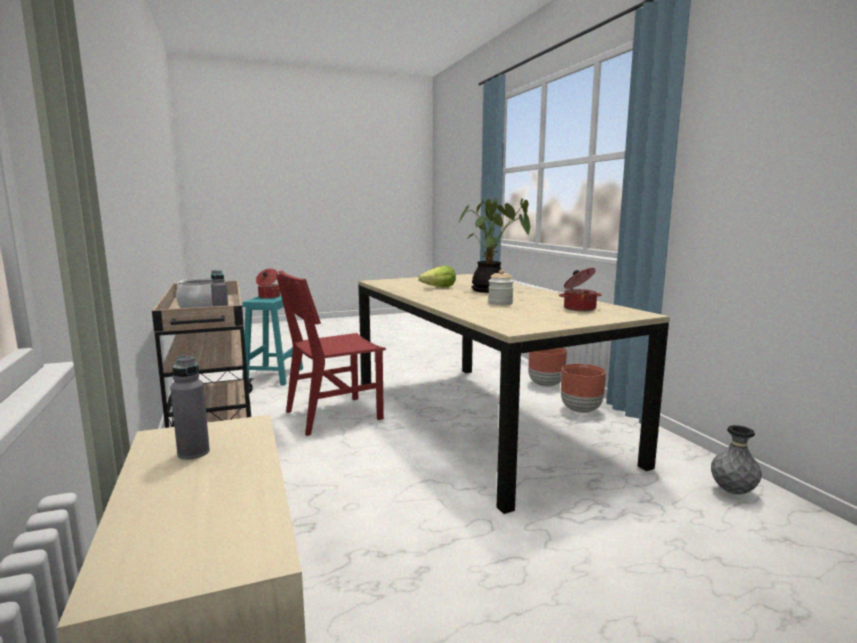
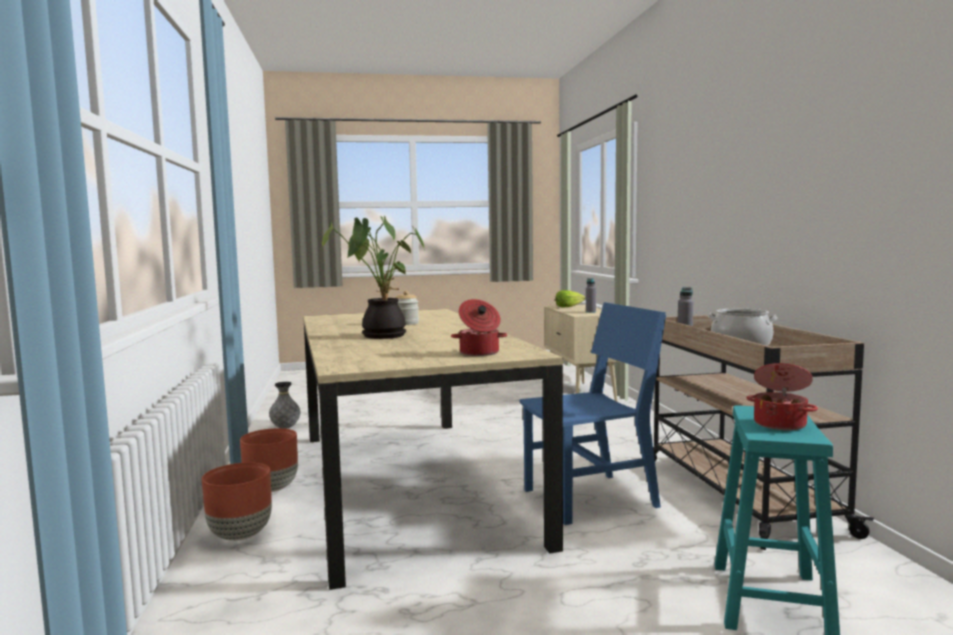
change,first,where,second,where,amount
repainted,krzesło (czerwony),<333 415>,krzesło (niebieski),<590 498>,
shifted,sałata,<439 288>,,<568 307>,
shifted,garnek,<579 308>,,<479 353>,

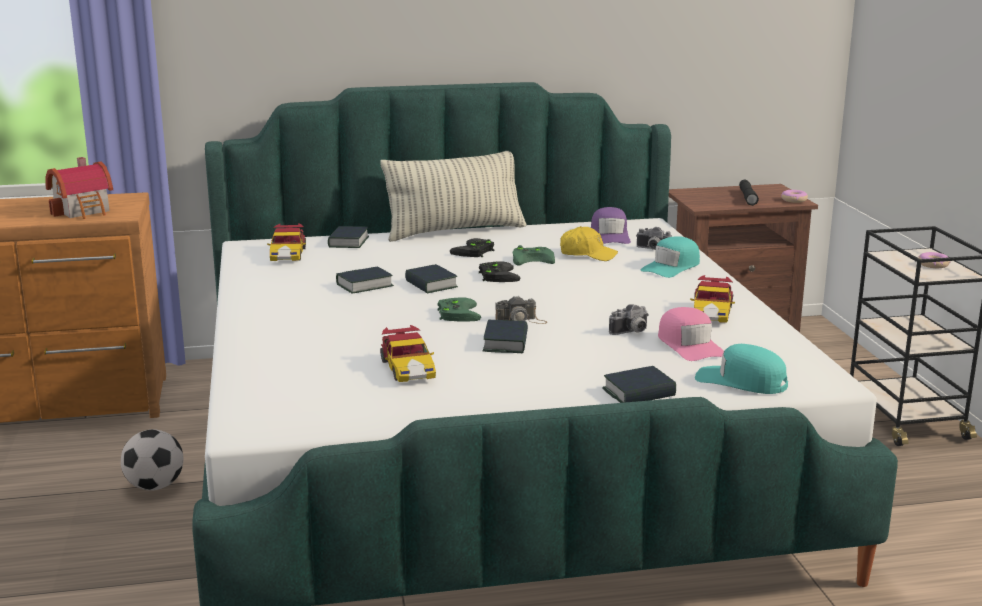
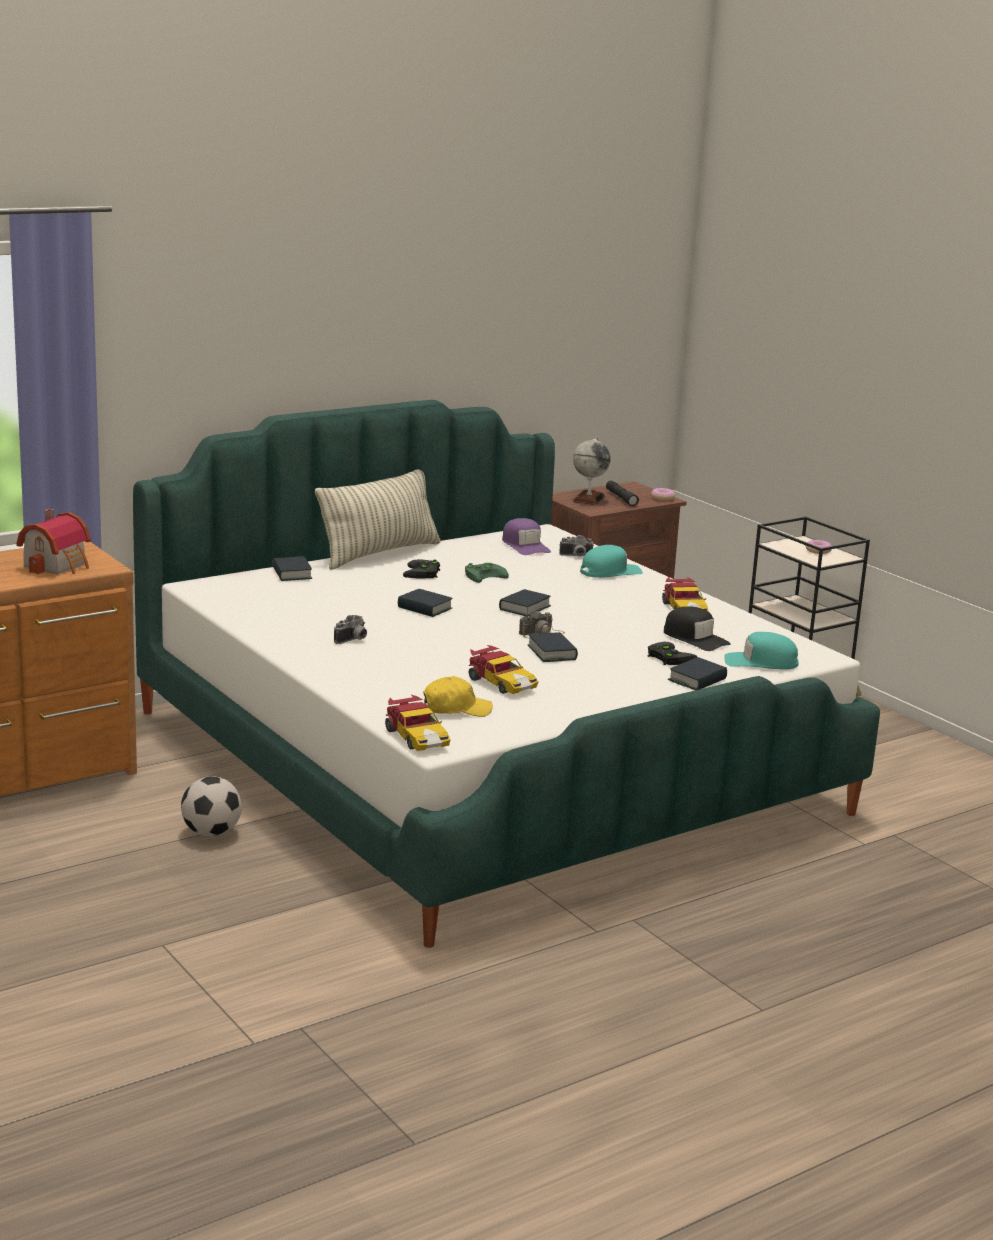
change,first,where,second,where,amount
shifted,samochodzik,<287 255>,,<416 738>,
shifted,książka,<364 285>,,<524 608>,
gone,pad do gier (zielony),<456 313>,,,
shifted,pad do gier (czarny),<496 275>,,<668 657>,
shifted,czapka z daszkiem (żółty),<587 254>,,<456 709>,
shifted,aparat fotograficzny,<631 332>,,<353 640>,
rotated,czapka z daszkiem (turkusowy),<671 267>,,<610 572>,135 degrees counterclockwise
repainted,czapka z daszkiem (różowy),<689 345>,czapka z daszkiem (czarny),<695 638>,
new,,,globus,<589 499>,

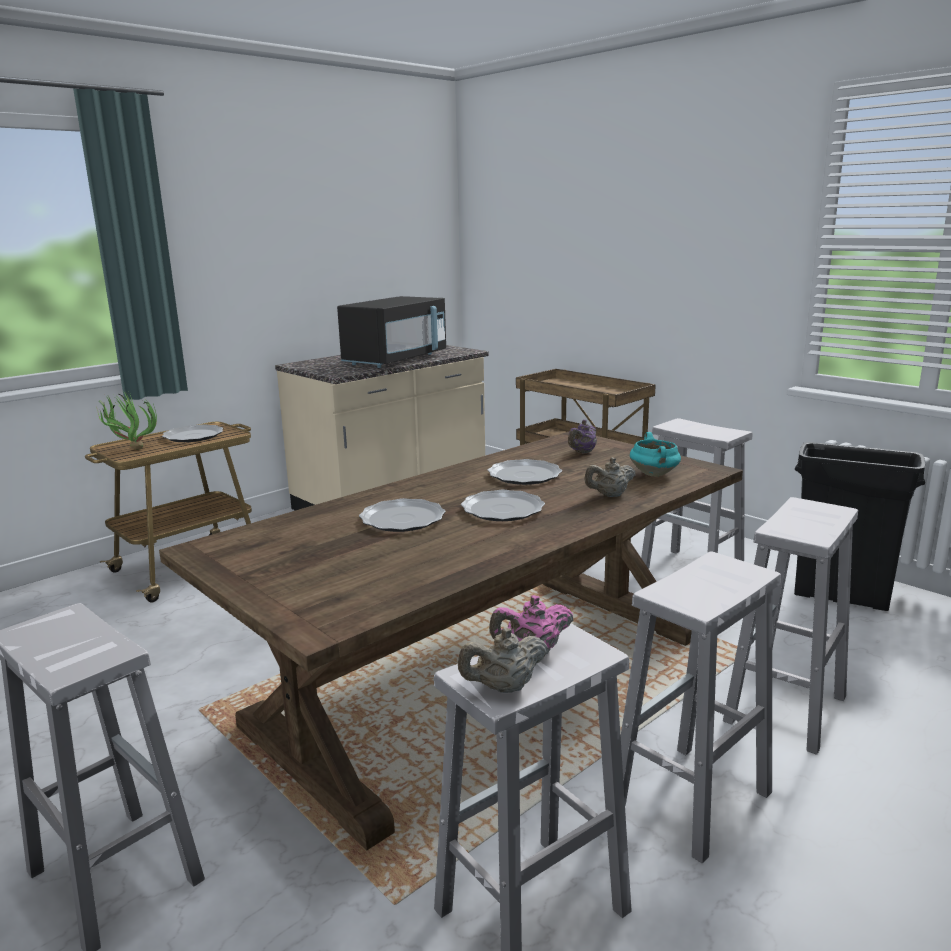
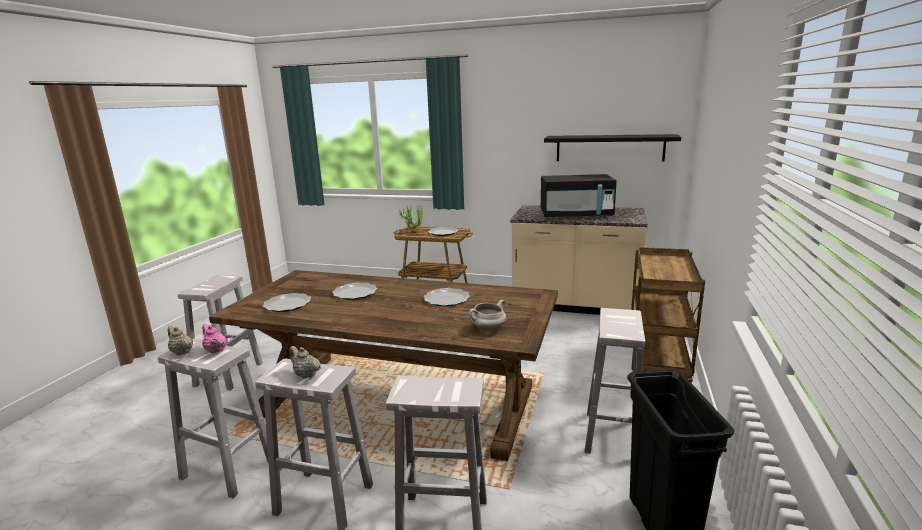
change,first,where,second,where,amount
shifted,talerz,<503 509>,,<287 304>,
gone,imbryk (fioletowy),<582 452>,,,
shifted,imbryk (beżowy),<609 495>,,<306 375>,
repainted,garnek (turkusowy),<655 474>,garnek (biały),<488 329>,
new,,,półka (czarny),<609 148>,

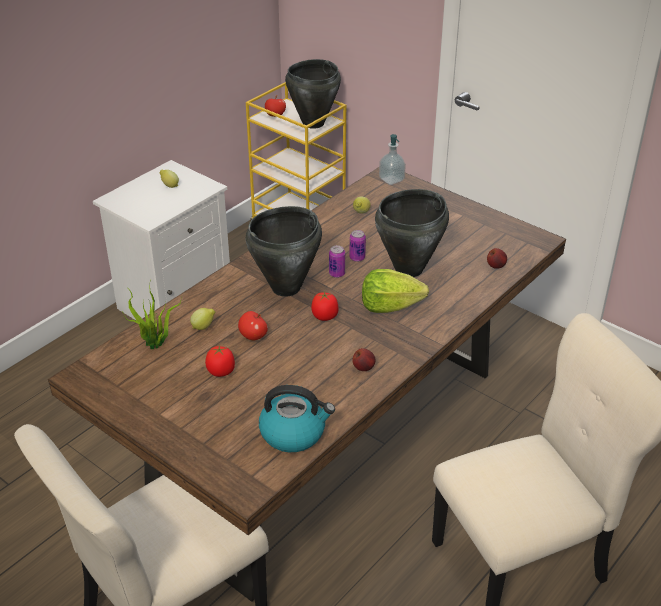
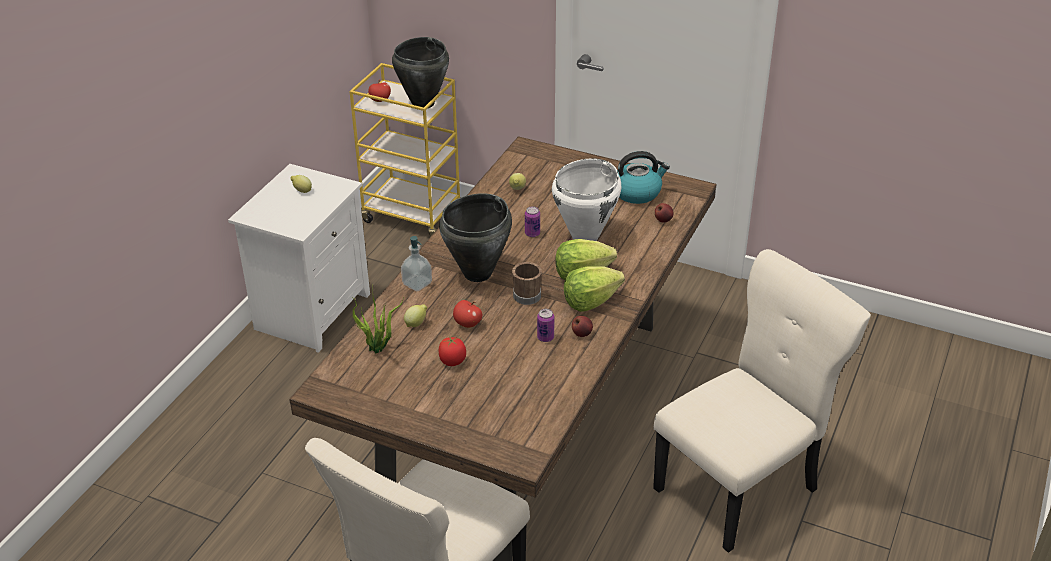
change,first,where,second,where,amount
shifted,czajnik,<294 433>,,<637 192>,
swapped,pomidor,<325 316>,kubek (brązowy),<526 294>,
shifted,puszka,<337 274>,,<545 337>,
repainted,garnek (czarny),<409 269>,garnek (biały),<586 236>,
shifted,dozownik mydła,<391 179>,,<417 283>,
new,,,sałata,<590 301>,

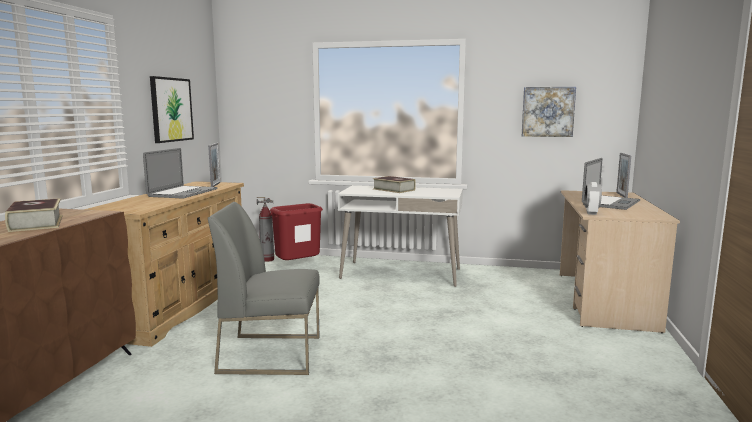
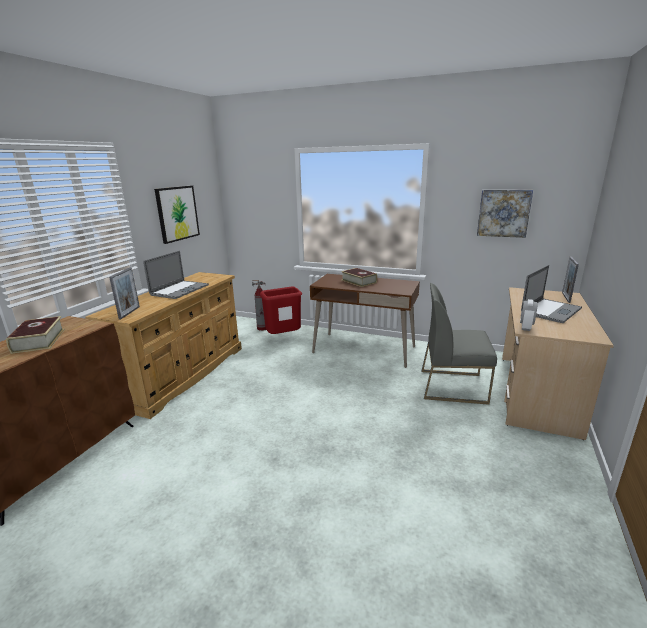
change,first,where,second,where,amount
shifted,ramka na zdjęcie,<215 185>,,<129 313>,
shifted,krzesło (szary),<272 354>,,<453 386>,
repainted,biurko (biały),<401 273>,biurko (brązowy),<364 349>,

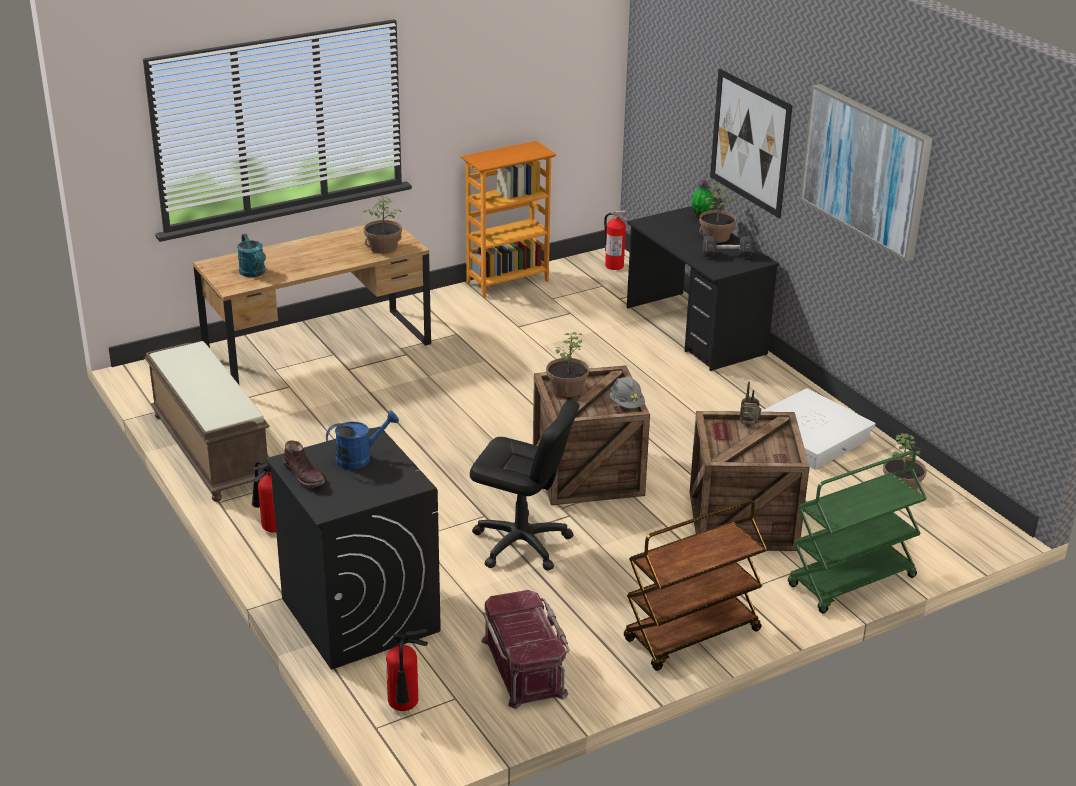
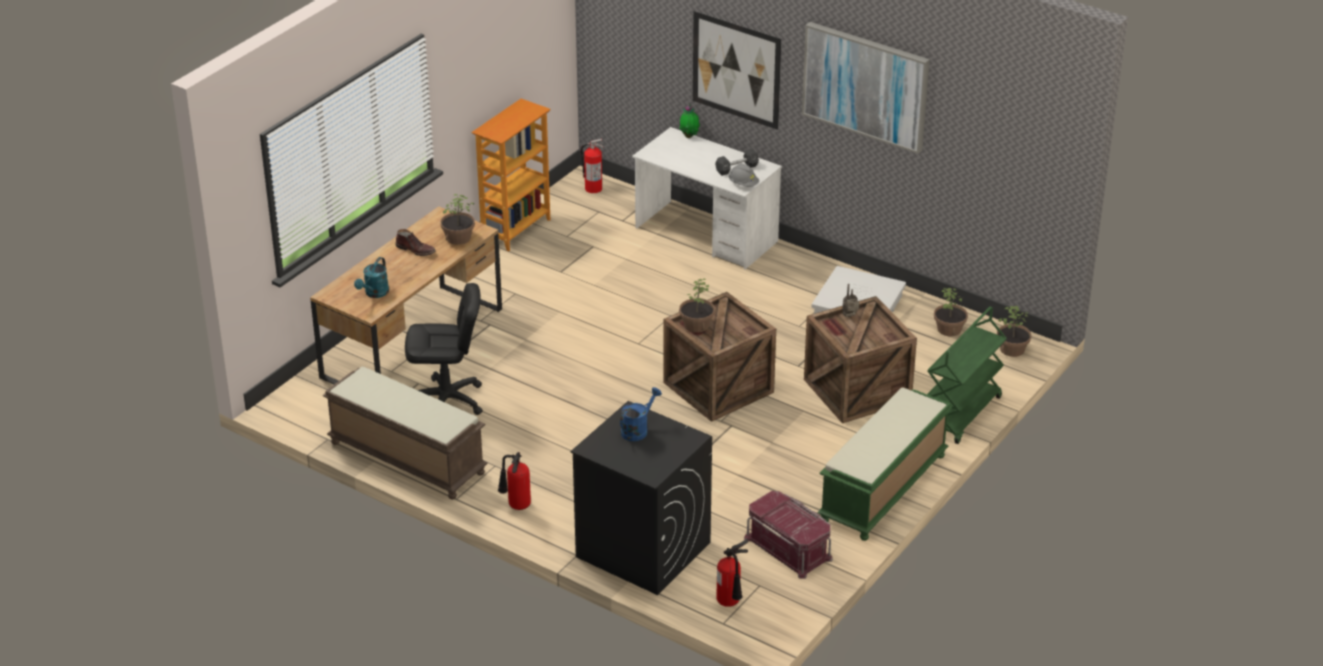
change,first,where,second,where,amount
rotated,konewka (turkusowy),<254 273>,,<374 293>,75 degrees clockwise
shifted,but z cholewką (brązowy),<305 475>,,<416 250>,
shifted,krzesło biurowe (czarny),<521 544>,,<447 401>,
shifted,kask (szary),<626 404>,,<743 184>,
swapped,wózek (brązowy),<692 636>,ławka (zielony),<883 489>,
repainted,biurko (czarny),<695 331>,biurko (biały),<706 235>,
shifted,roślina doniczkowa,<716 237>,,<1012 349>,

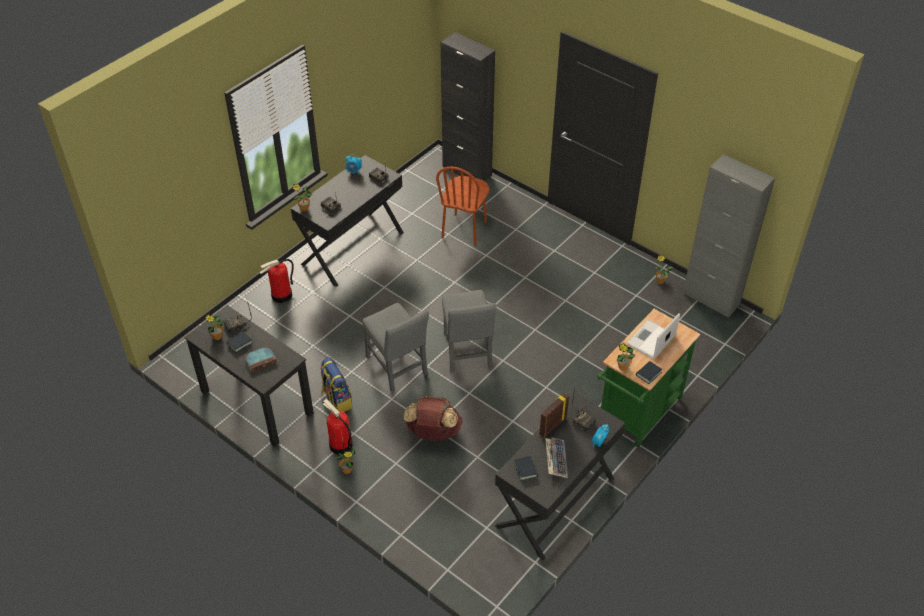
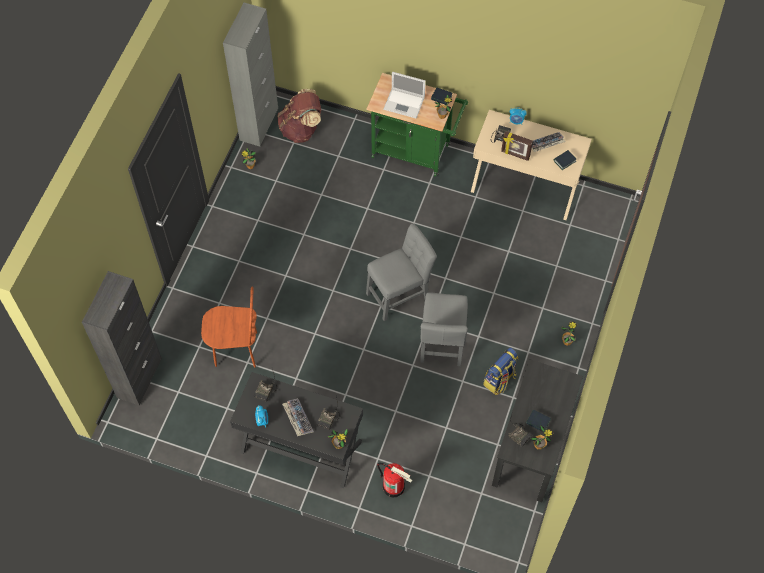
change,first,where,second,where,amount
gone,książka,<261 360>,,,
gone,gaśnica,<340 445>,,,
rotated,krzesło (szary),<397 368>,,<442 344>,150 degrees clockwise
shifted,plecak (brązowy),<433 433>,,<301 129>,
repainted,biurko (czarny),<556 502>,biurko (beżowy),<525 185>,
new,,,klawiatura,<297 418>,

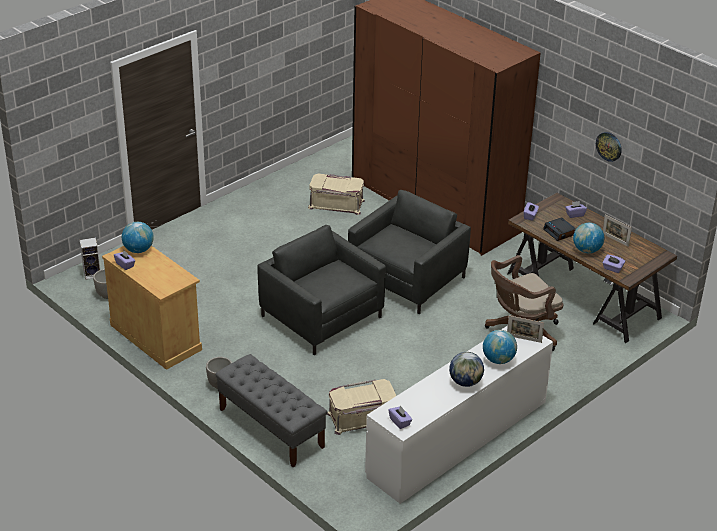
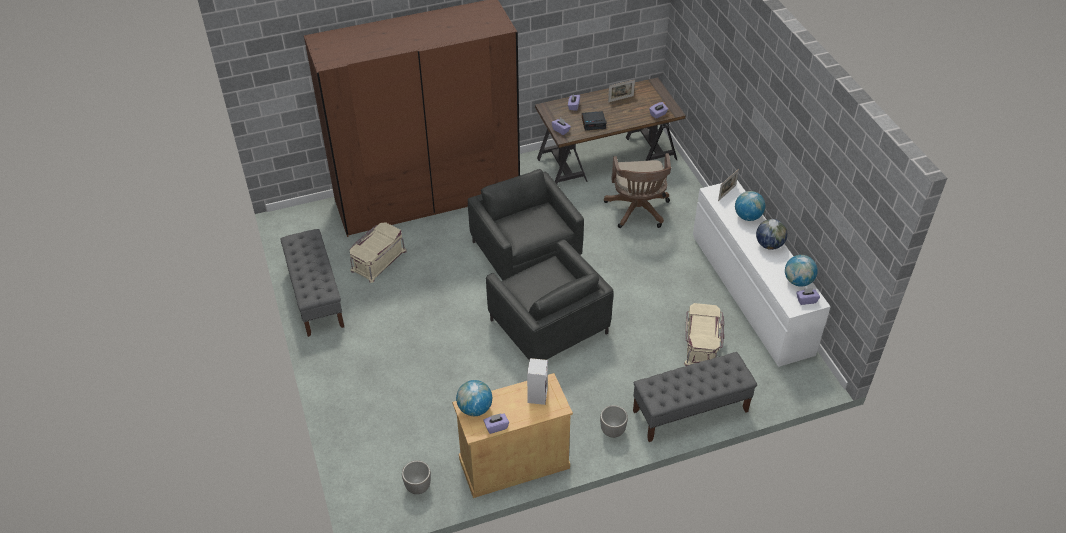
change,first,where,second,where,amount
shifted,głośnik,<93 274>,,<537 395>,
rotated,fotel (szary),<321 316>,,<548 327>,105 degrees counterclockwise
shifted,globus,<586 250>,,<798 281>,
gone,zegar ścienny,<609 146>,,,
new,,,ławka (szary),<316 296>,

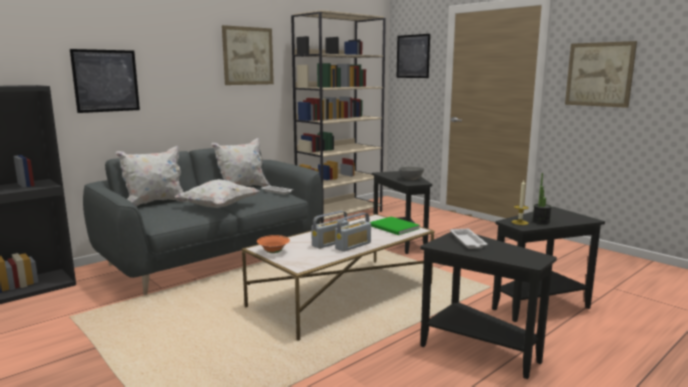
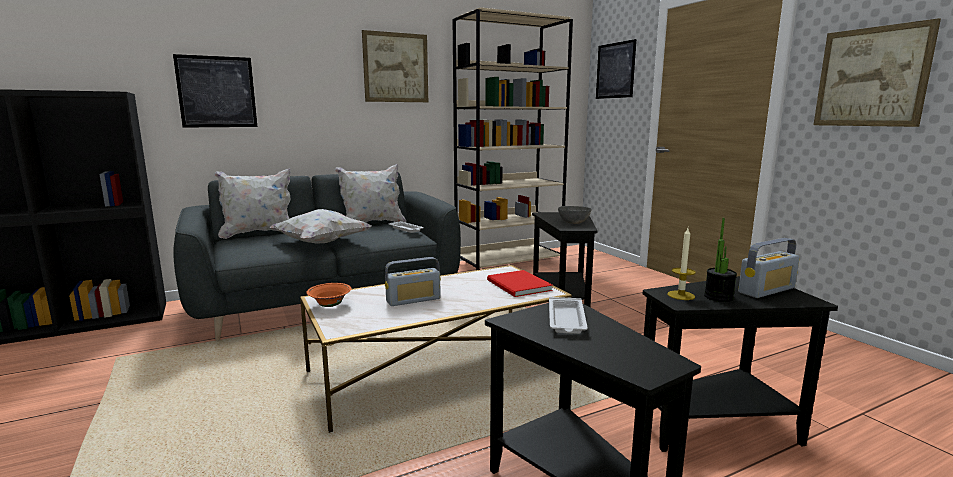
change,first,where,second,where,amount
shifted,radio,<353 246>,,<766 290>,
repainted,książka (zielony),<394 228>,książka (czerwony),<518 286>,

